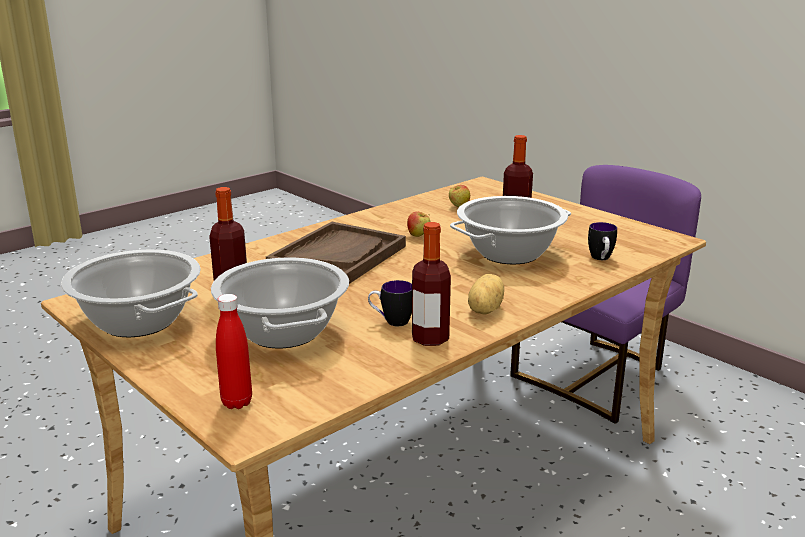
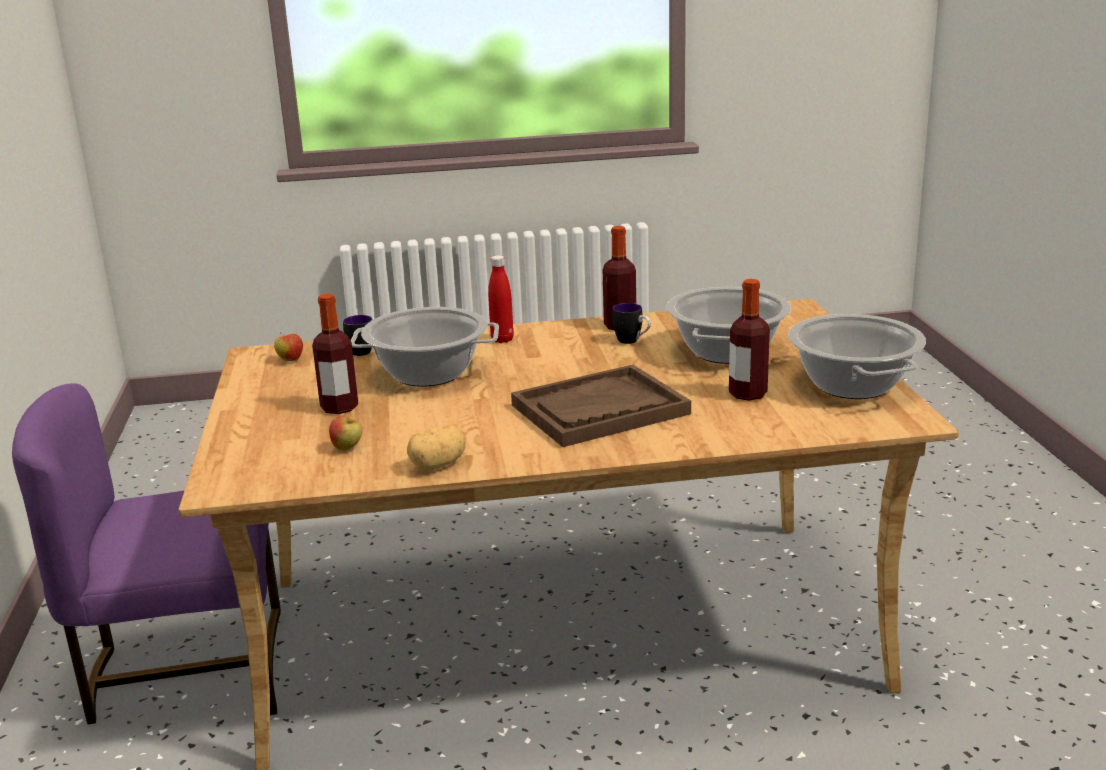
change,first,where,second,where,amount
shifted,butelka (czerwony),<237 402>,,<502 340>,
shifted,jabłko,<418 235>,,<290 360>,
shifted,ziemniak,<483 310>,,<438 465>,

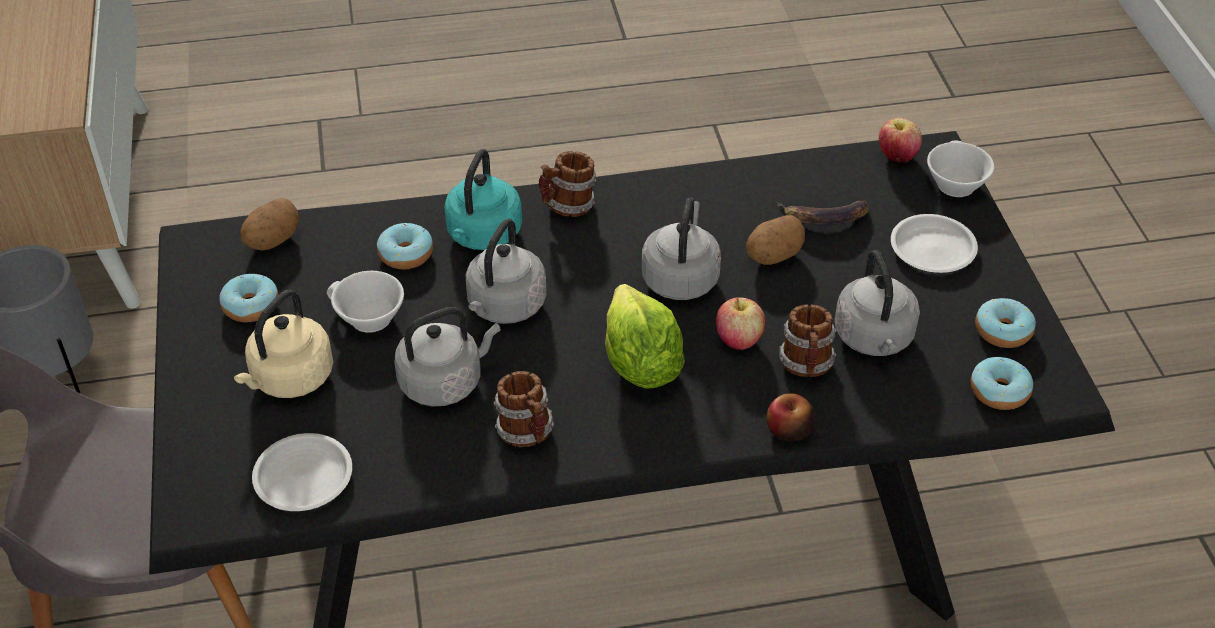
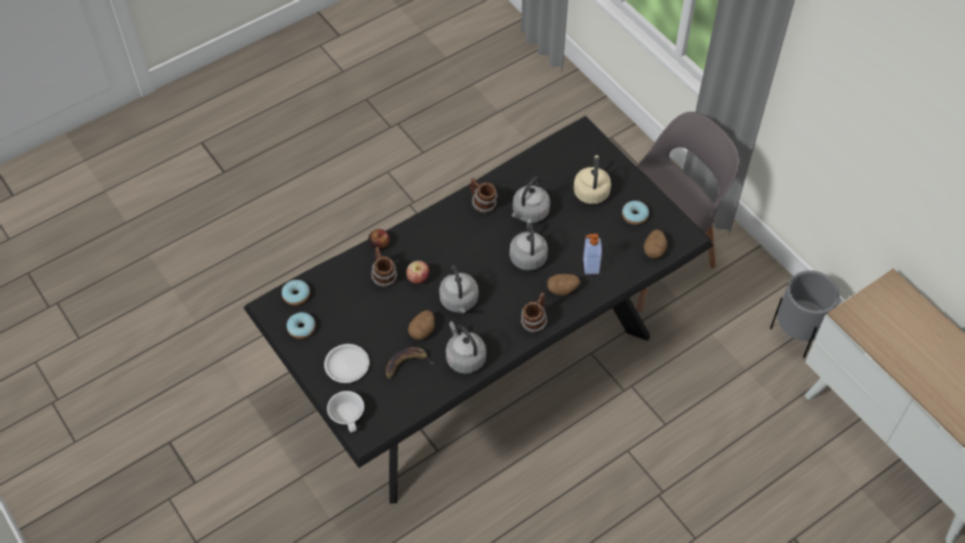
change,first,where,second,where,amount
gone,talerz (biały),<303 478>,,,
gone,filiżanka (biały),<367 318>,,,
swapped,donut,<406 254>,dozownik mydła,<590 266>,
swapped,czajnik (turkusowy),<483 236>,ziemniak,<563 289>,
gone,sałata,<640 365>,,,
shifted,czajnik (szary),<874 339>,,<464 357>,
gone,jabłko,<897 156>,,,

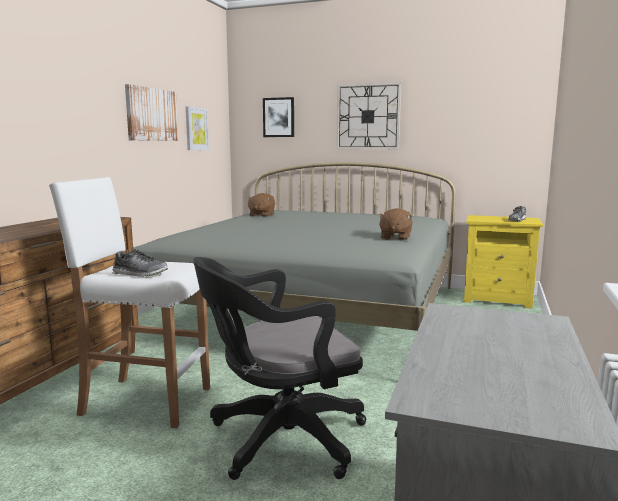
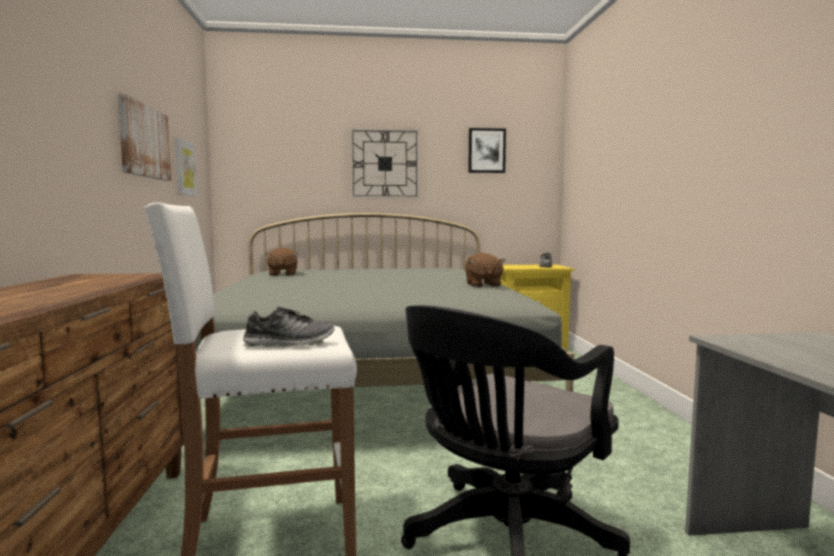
change,first,where,second,where,amount
shifted,obraz,<279 117>,,<486 150>,

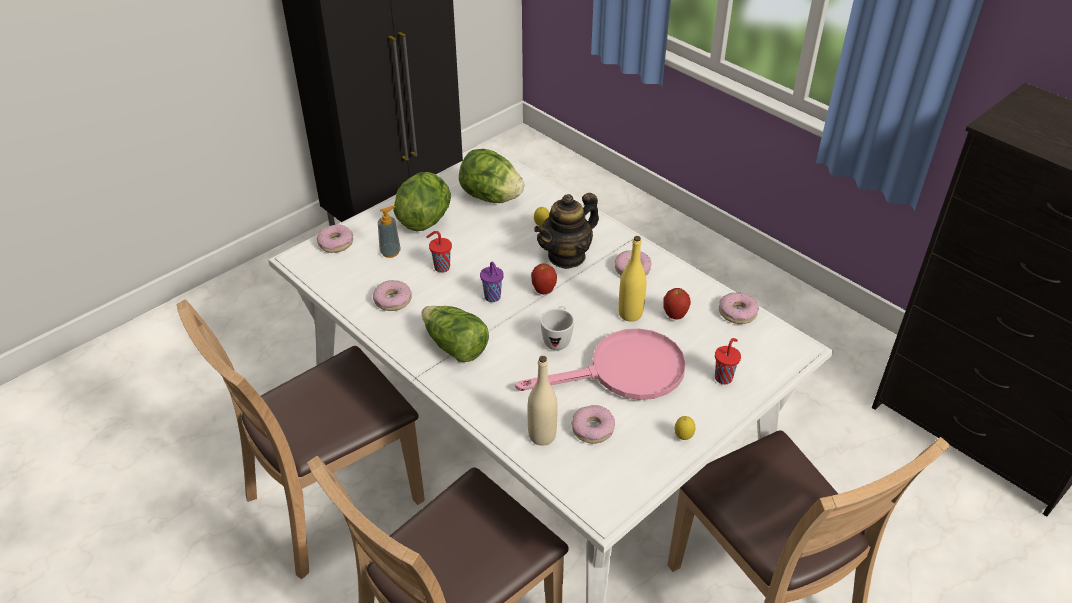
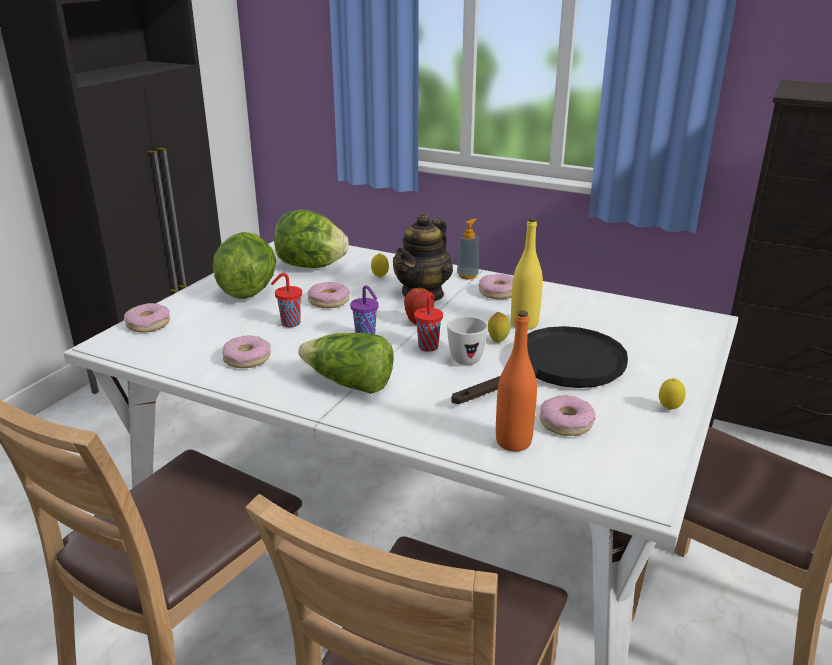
change,first,where,second,where,amount
shifted,dozownik mydła,<390 252>,,<467 276>,
repainted,patelnia (różowy),<624 372>,patelnia (czarny),<558 369>,
repainted,butelka (beżowy),<542 436>,butelka (pomarańczowy),<513 442>,
gone,jabłko,<675 316>,,,
shifted,filiżanka (czerwony),<724 377>,,<428 346>,
shifted,donut,<737 313>,,<328 301>,
new,,,cytryna,<498 341>,

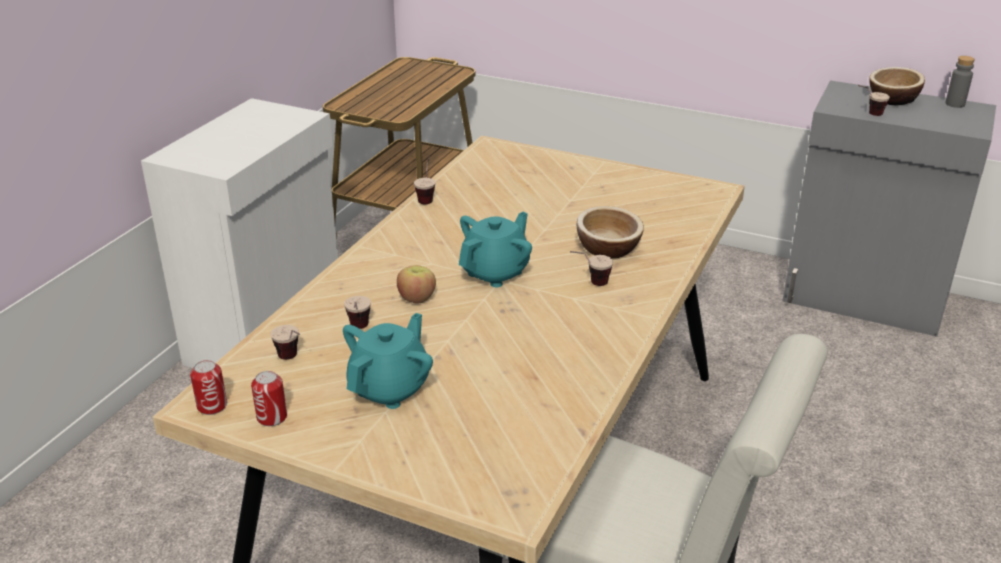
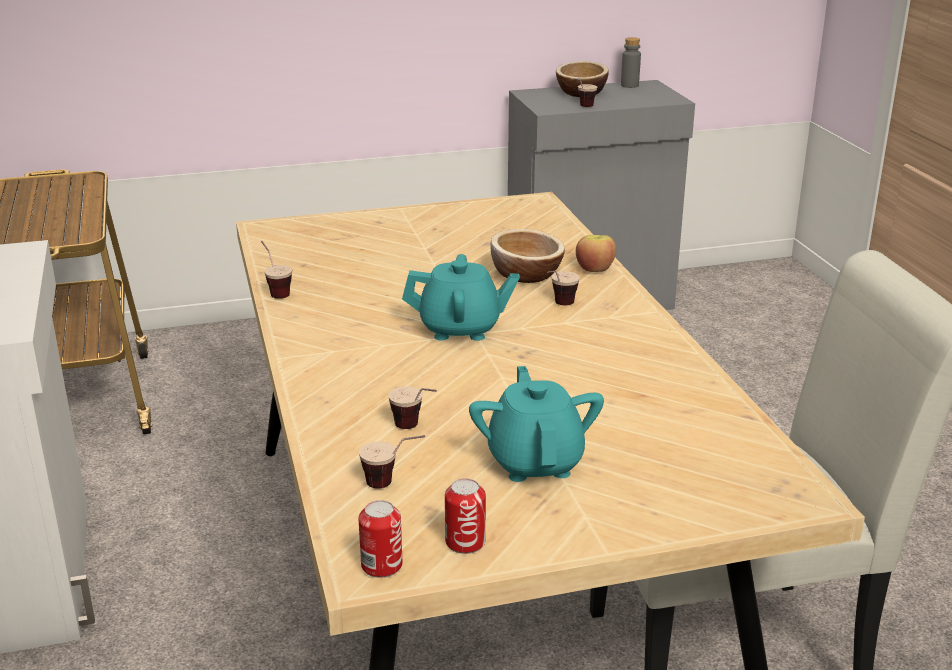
change,first,where,second,where,amount
shifted,jabłko,<417 298>,,<594 269>,
rotated,imbryk (turkusowy),<495 272>,,<460 329>,90 degrees clockwise

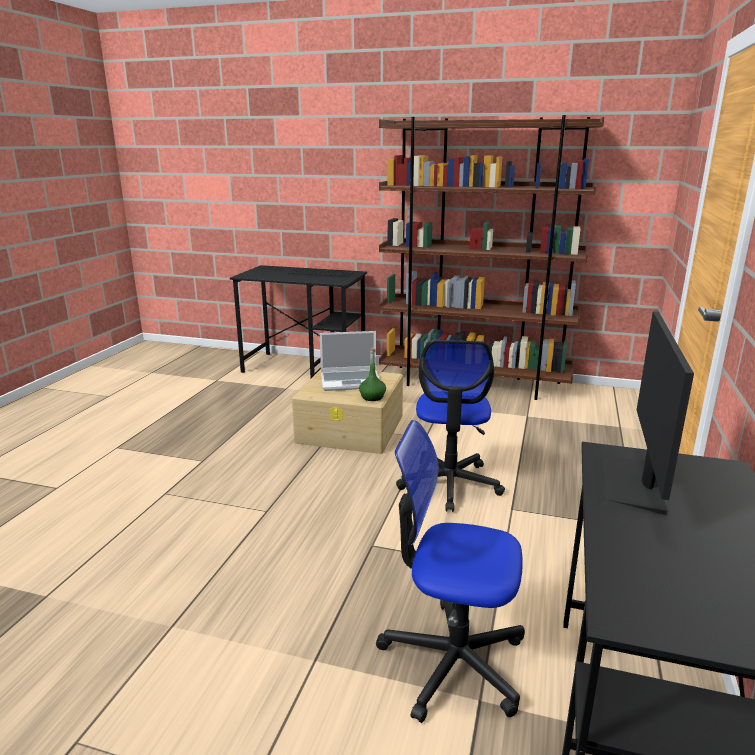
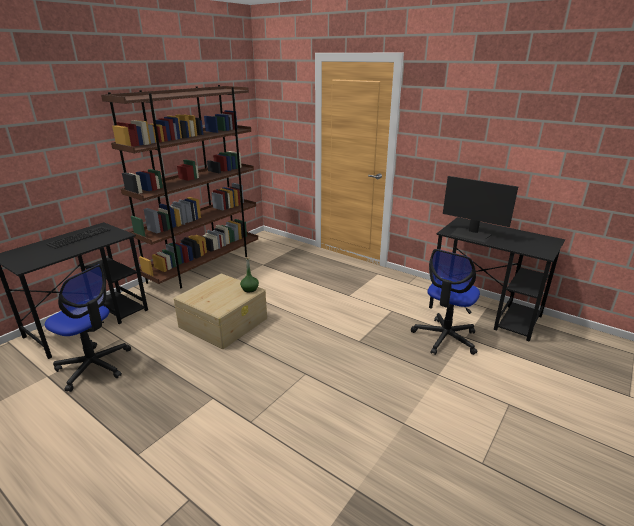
change,first,where,second,where,amount
gone,laptop,<351 381>,,,
shifted,krzesło biurowe,<450 484>,,<94 366>,

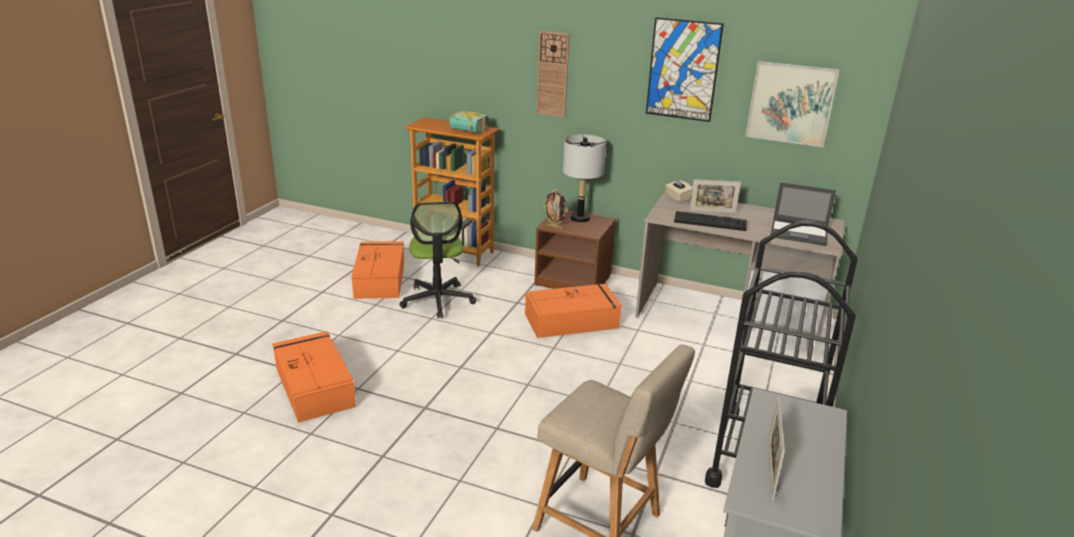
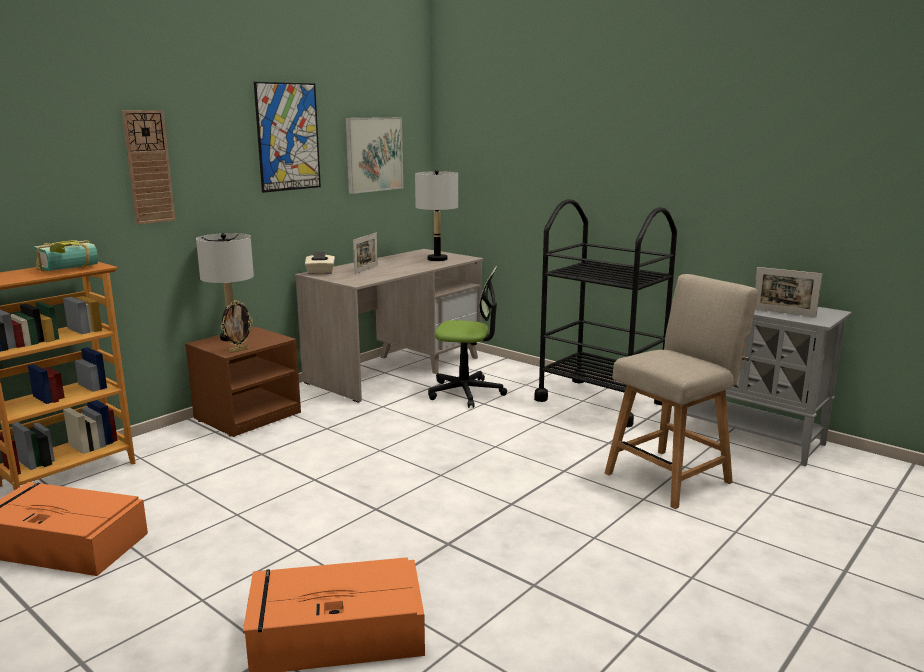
change,first,where,second,where,amount
shifted,krzesło biurowe,<438 300>,,<466 392>,
gone,pojemnik do przechowywania (pomarańczowy),<573 320>,,,
gone,klawiatura,<710 222>,,,
swapped,laptop,<799 233>,lampa stołowa (szary),<437 259>,

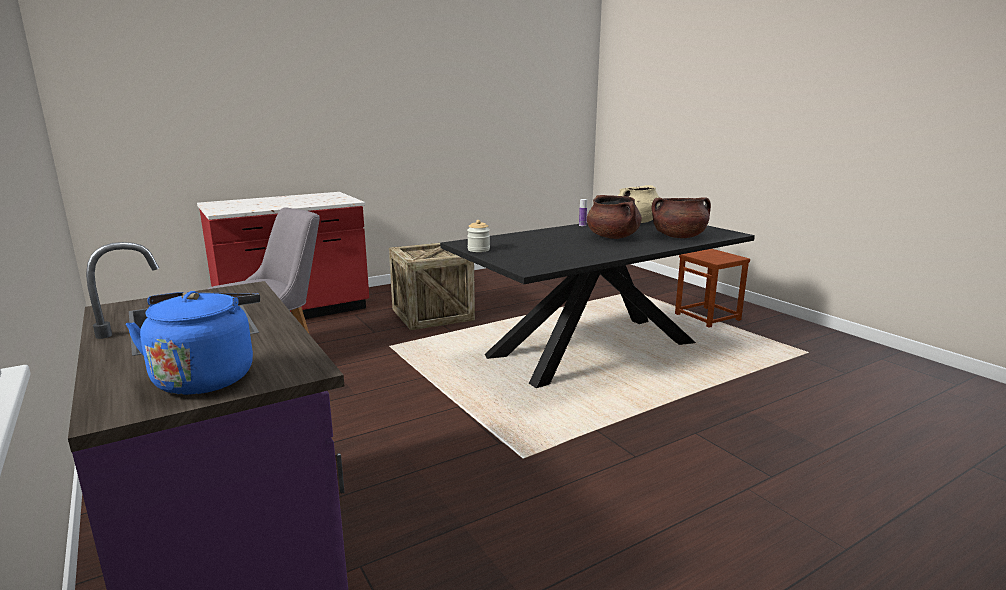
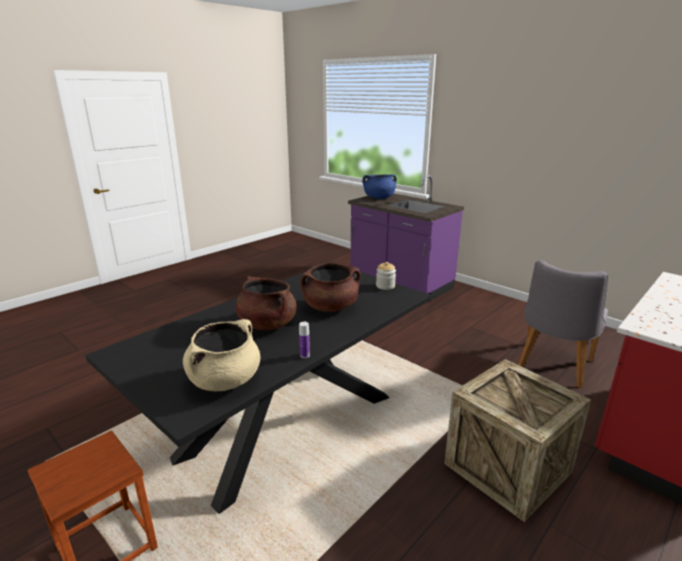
change,first,where,second,where,amount
swapped,czajnik (niebieski),<207 376>,garnek (niebieski),<379 198>,
shifted,garnek (brązowy),<678 237>,,<330 307>,

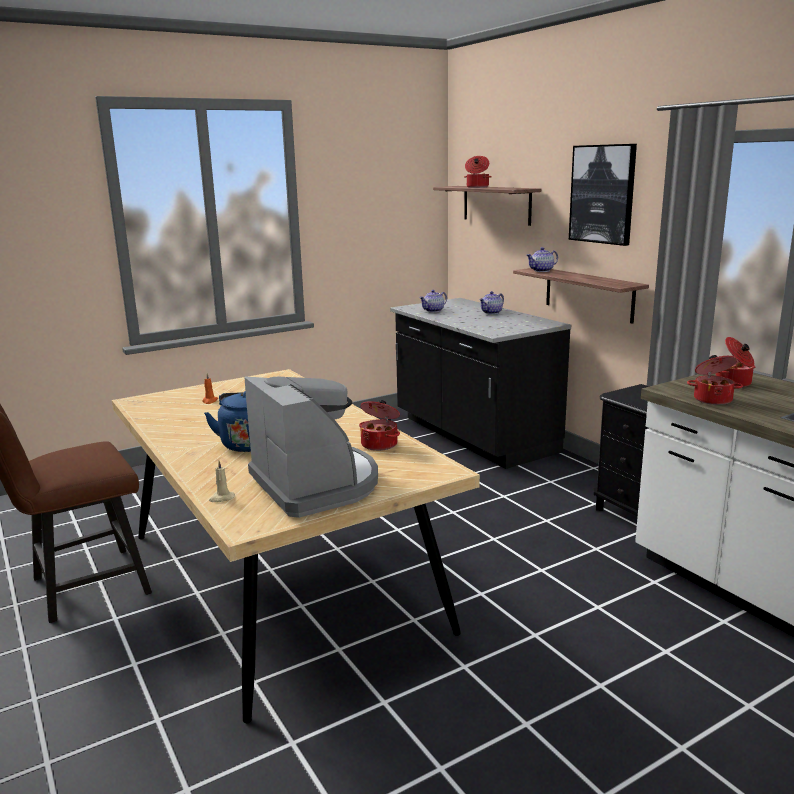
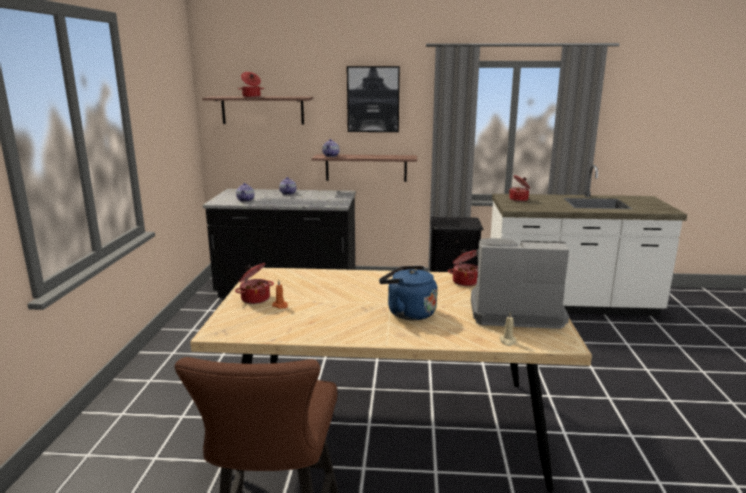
change,first,where,second,where,amount
shifted,garnek,<712 399>,,<255 298>,

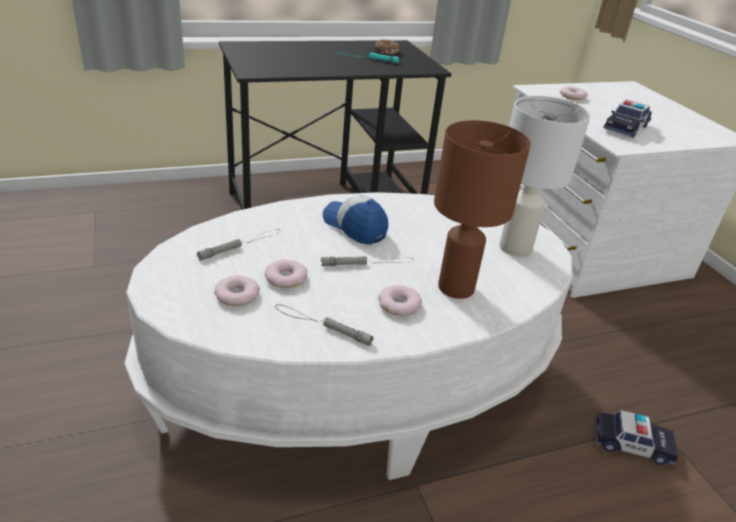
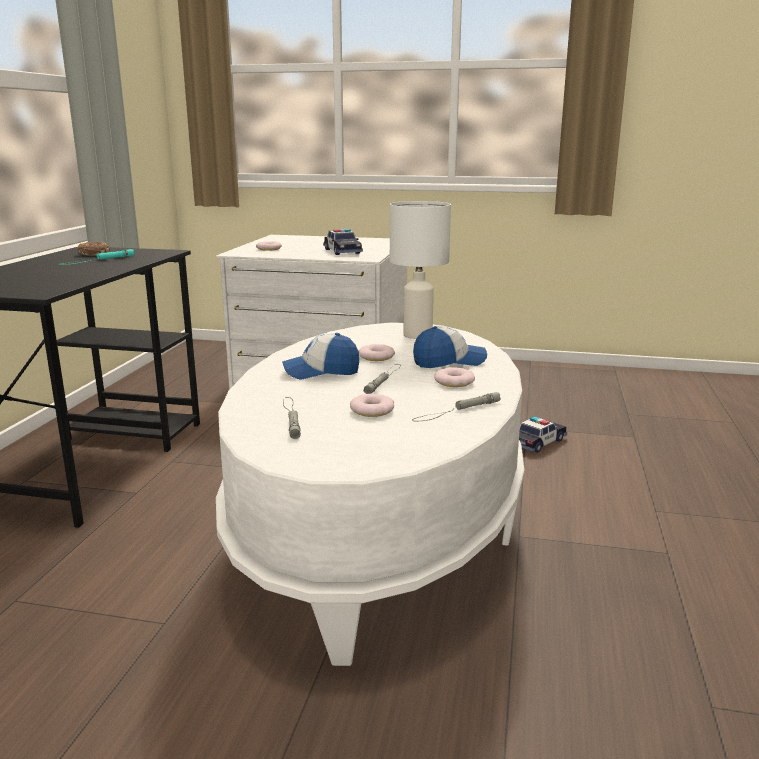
change,first,where,second,where,amount
shifted,donut,<236 295>,,<376 357>,
swapped,lampa stołowa (brązowy),<456 287>,czapka z daszkiem,<449 361>,

